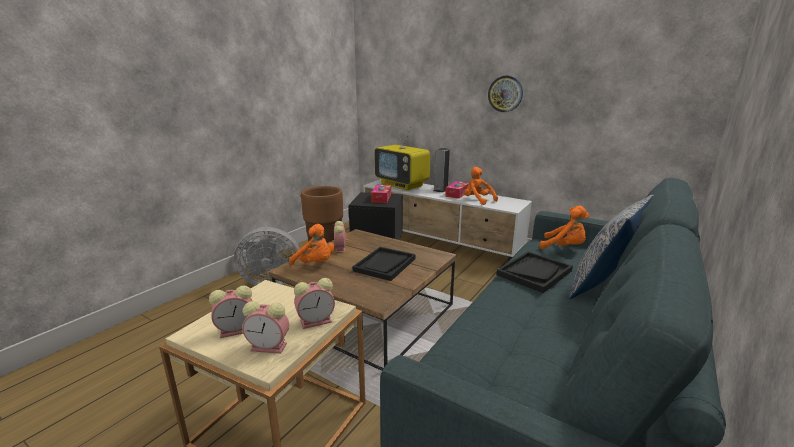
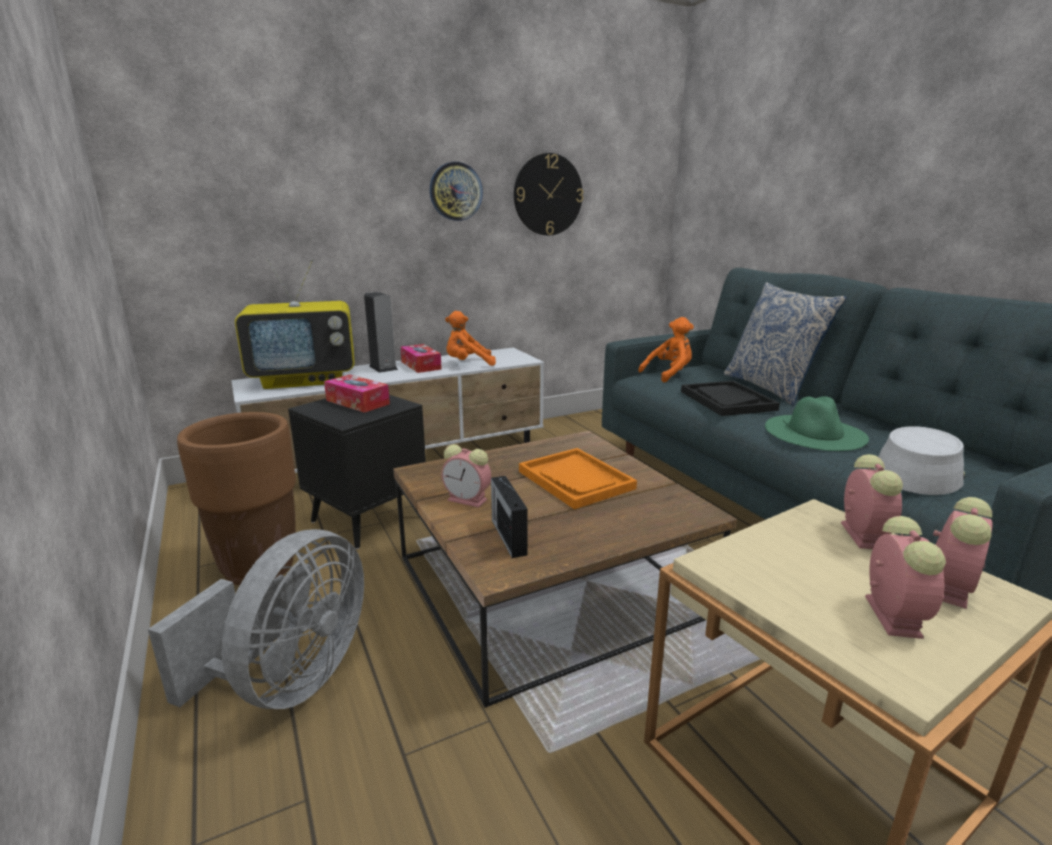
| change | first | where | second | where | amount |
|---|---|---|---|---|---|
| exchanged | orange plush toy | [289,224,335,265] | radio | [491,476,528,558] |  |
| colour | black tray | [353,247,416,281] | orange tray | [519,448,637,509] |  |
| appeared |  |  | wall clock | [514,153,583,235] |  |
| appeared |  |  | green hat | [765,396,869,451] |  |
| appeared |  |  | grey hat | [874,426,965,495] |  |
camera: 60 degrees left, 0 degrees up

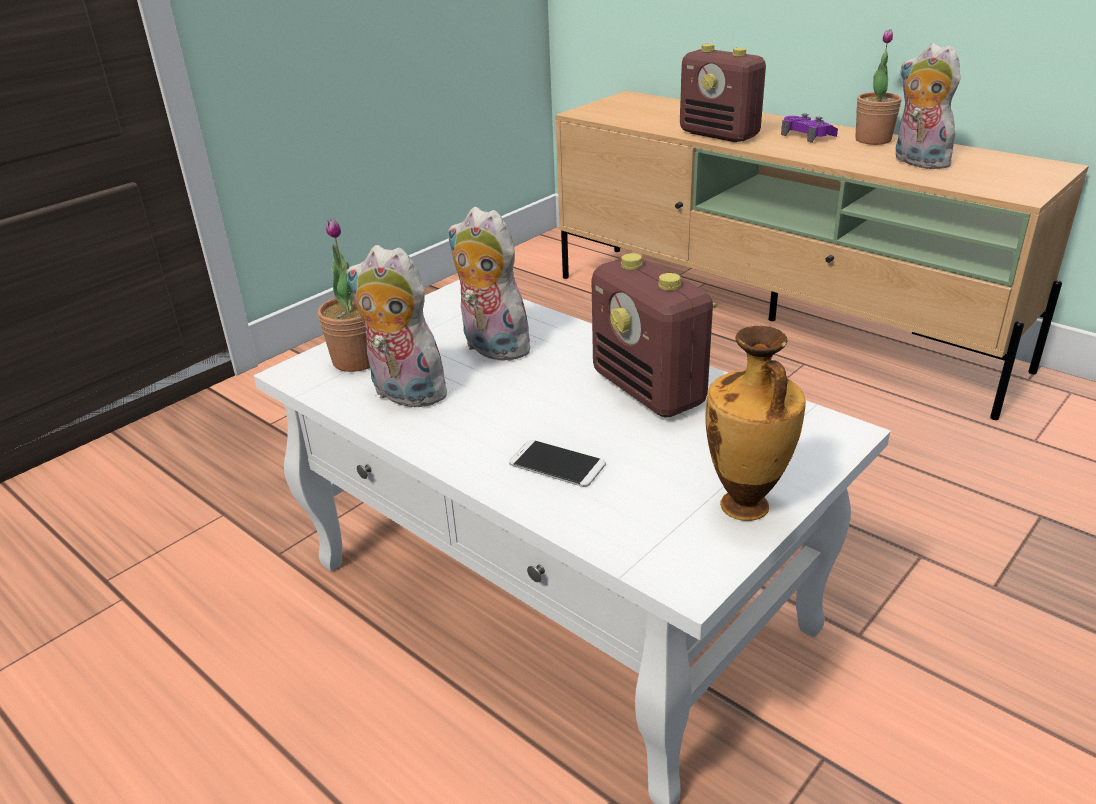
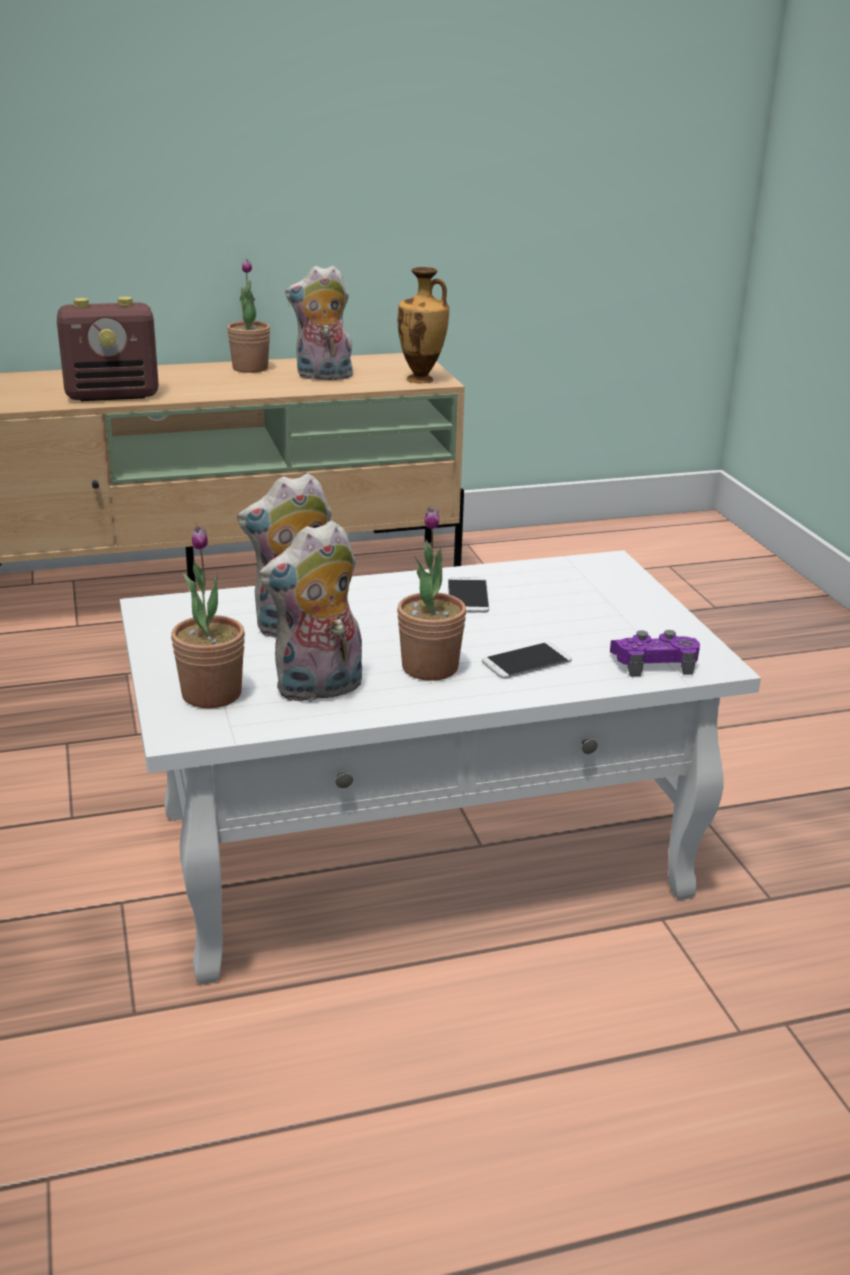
| change | first | where | second | where | amount |
|---|---|---|---|---|---|
| relocated | purple game controller | [781,113,838,143] |  | [610,630,700,677] |  |
| exchanged | radio | [591,253,717,418] | phone | [448,577,489,613] |  |
| relocated | vase | [705,326,806,521] |  | [398,267,449,383] |  |
| appeared |  |  | potted plant | [397,507,466,681] |  |
camera: 60 degrees left, 5 degrees down

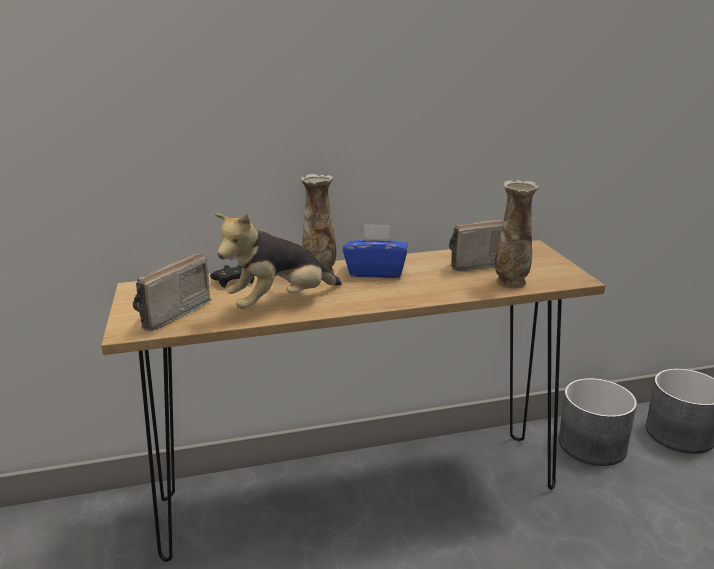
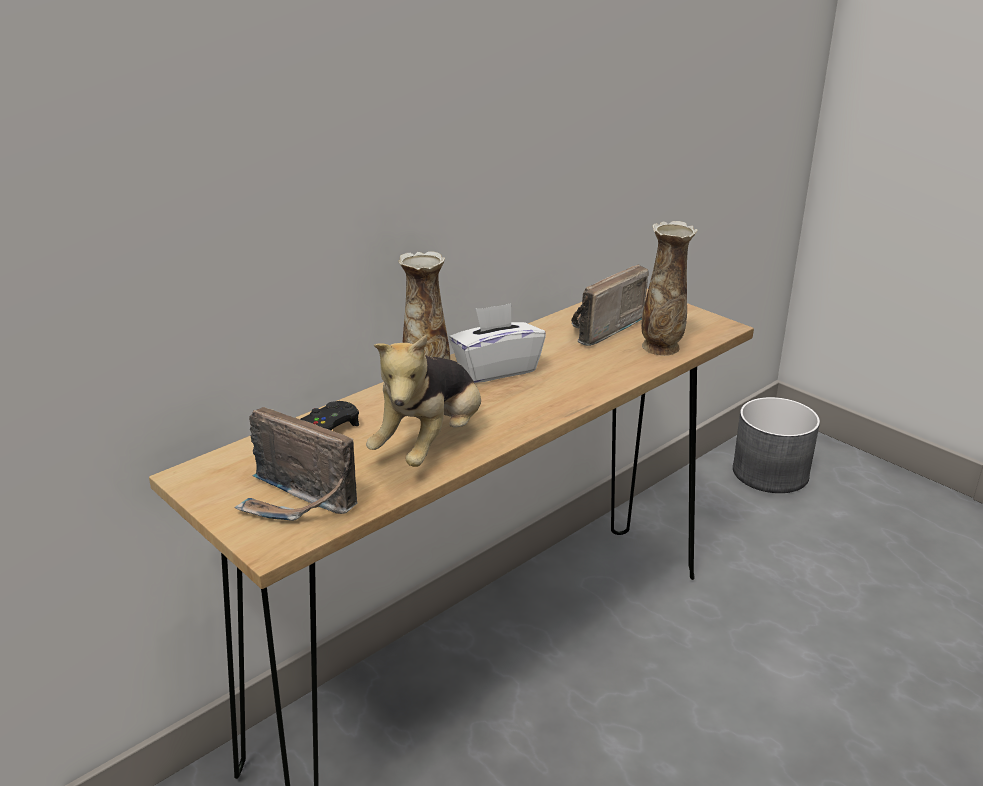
| change | first | where | second | where | amount |
|---|---|---|---|---|---|
| colour | blue tissue box | [343,224,408,278] | white tissue box | [449,303,546,383] |  |
| spun | radio | [133,253,212,331] |  | [234,407,358,521] | 60 degrees counterclockwise |
| missing | grey planter | [558,378,637,466] |  |  |  |
camera: 30 degrees left, 5 degrees up

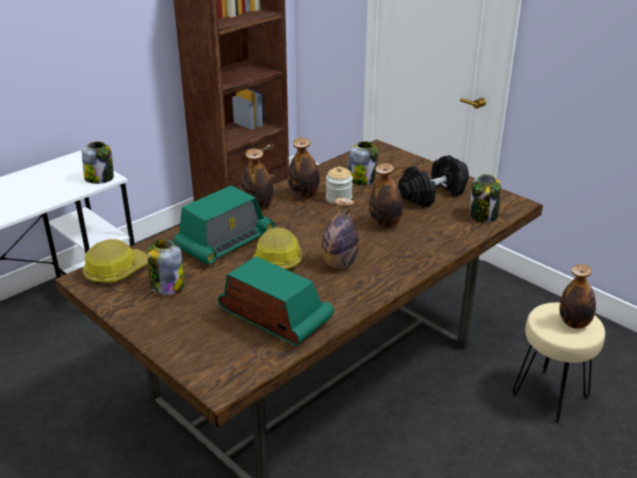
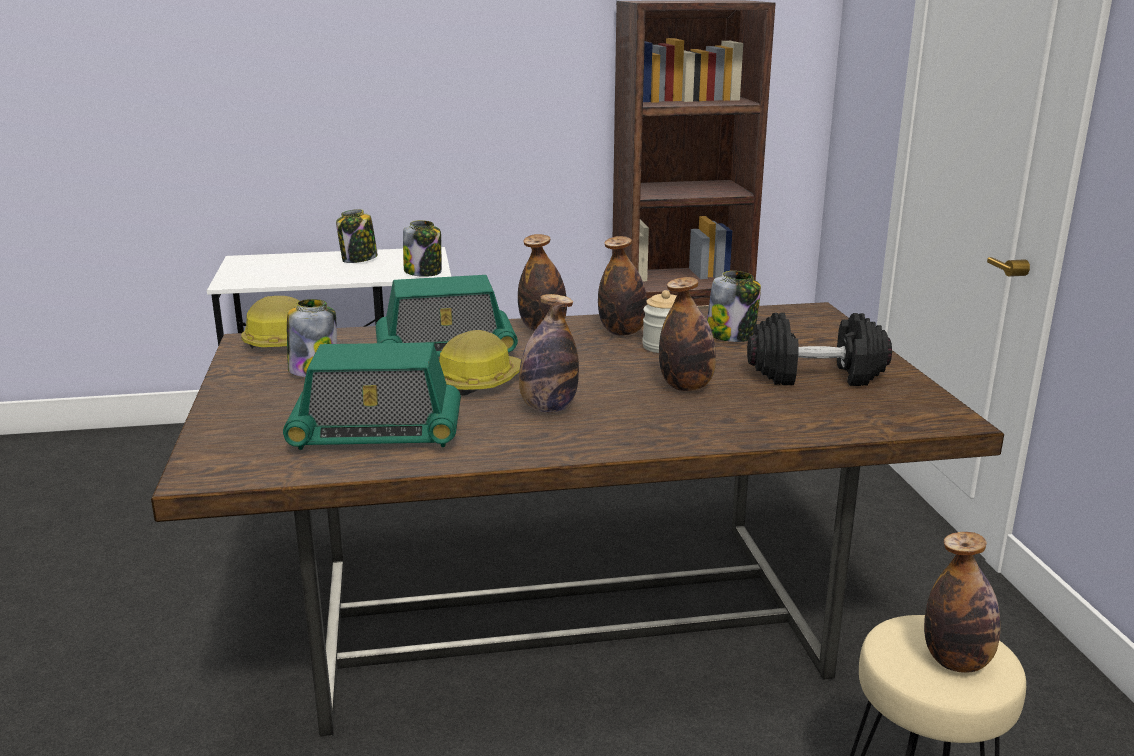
| change | first | where | second | where | amount |
|---|---|---|---|---|---|
| relocated | jar | [470,174,501,223] |  | [336,209,378,263] |  |
| spun | radio | [218,256,334,347] |  | [283,343,461,450] | 105 degrees clockwise |
camera: 35 degrees right, 10 degrees down

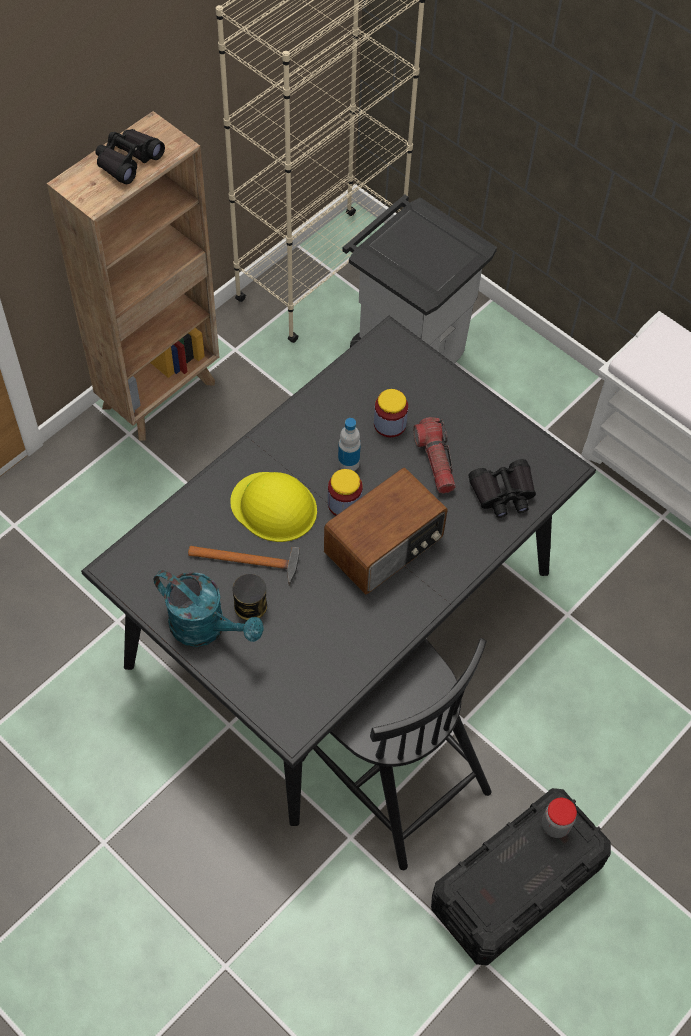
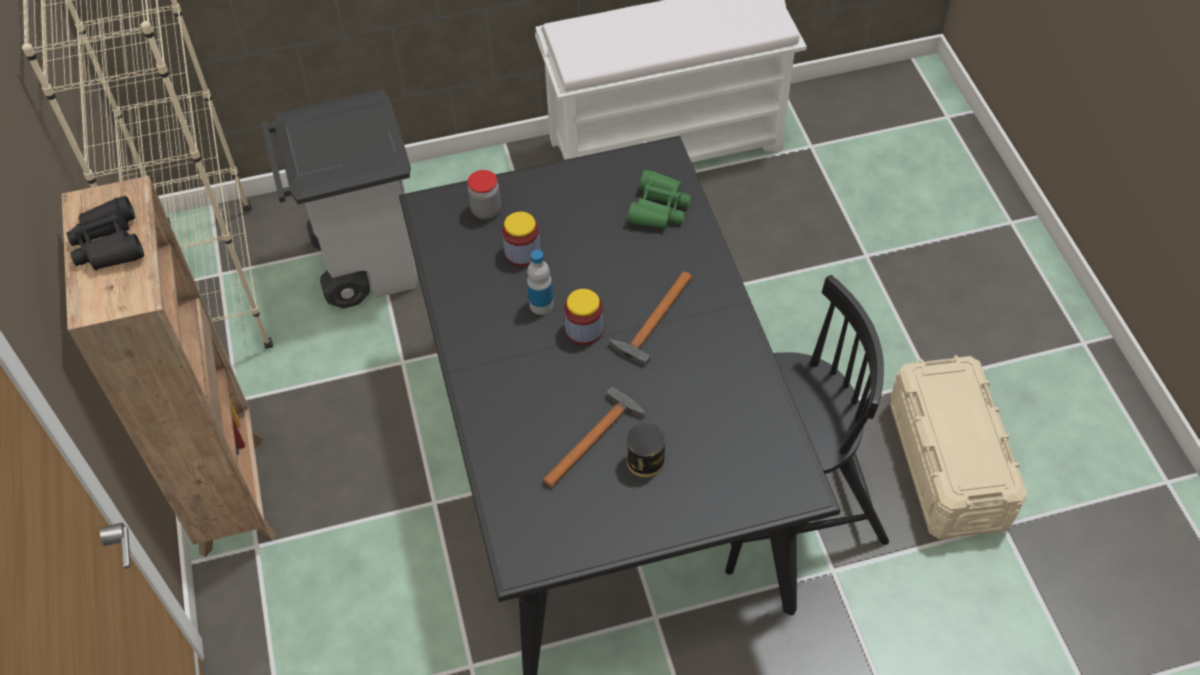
| change | first | where | second | where | amount |
|---|---|---|---|---|---|
| missing | flashlight | [413,417,456,494] |  |  |  |
| colour | black binoculars | [469,459,536,518] | green binoculars | [627,170,691,229] |  |
| exchanged | radio | [324,467,448,595] | hammer | [610,272,692,366] |  |
| missing | yellow hard hat | [230,472,317,542] |  |  |  |
| missing | turquoise watering can | [153,570,264,647] |  |  |  |
| colour | black storage box | [431,788,611,966] | beige storage box | [890,355,1027,539] |  |
| relocated | jar | [542,798,577,838] |  | [468,170,501,219] |  |
camera: 55 degrees left, 5 degrees down

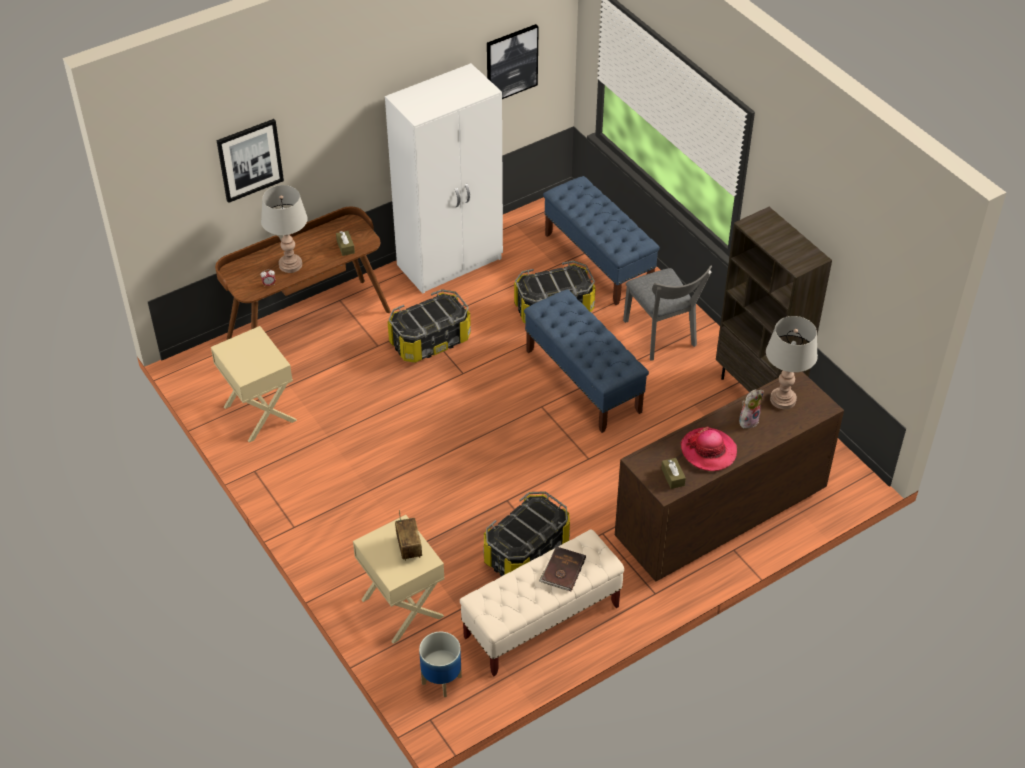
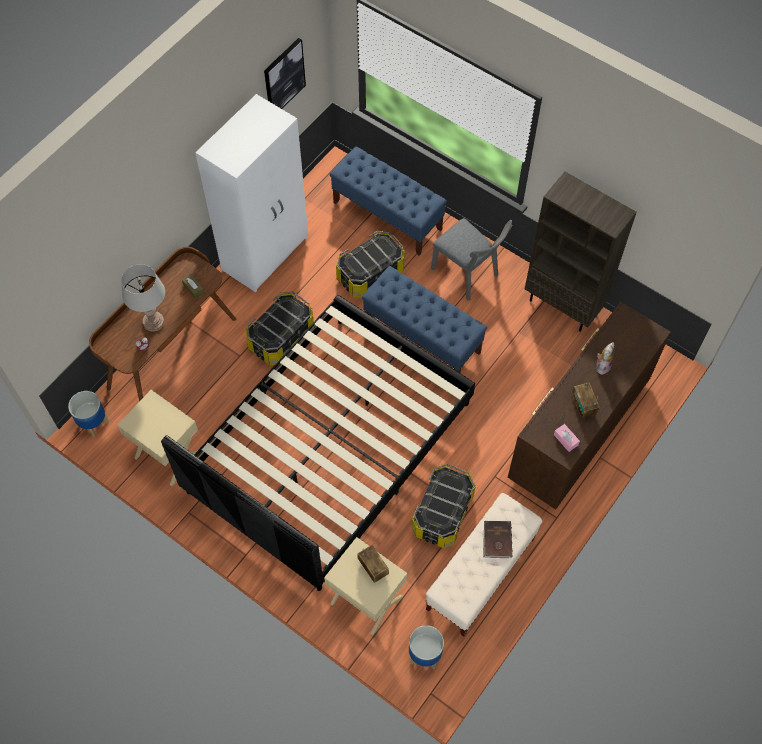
| change | first | where | second | where | amount |
|---|---|---|---|---|---|
| missing | picture | [216,119,284,203] |  |  |  |
| missing | grey table lamp | [766,316,818,409] |  |  |  |
| exchanged | hat | [681,427,737,471] | radio | [571,382,600,418] |  |
| colour | brown tissue box | [661,458,686,489] | pink tissue box | [554,424,580,452] |  |
| appeared |  |  | black bed | [161,295,475,591] |  |
| appeared |  |  | planter | [68,391,109,437] |  |
camera: 20 degrees left, 15 degrees up

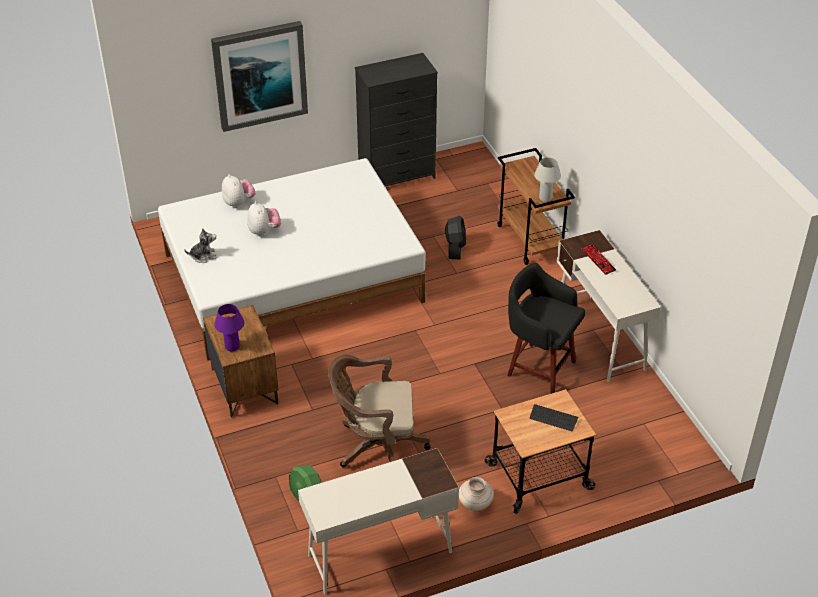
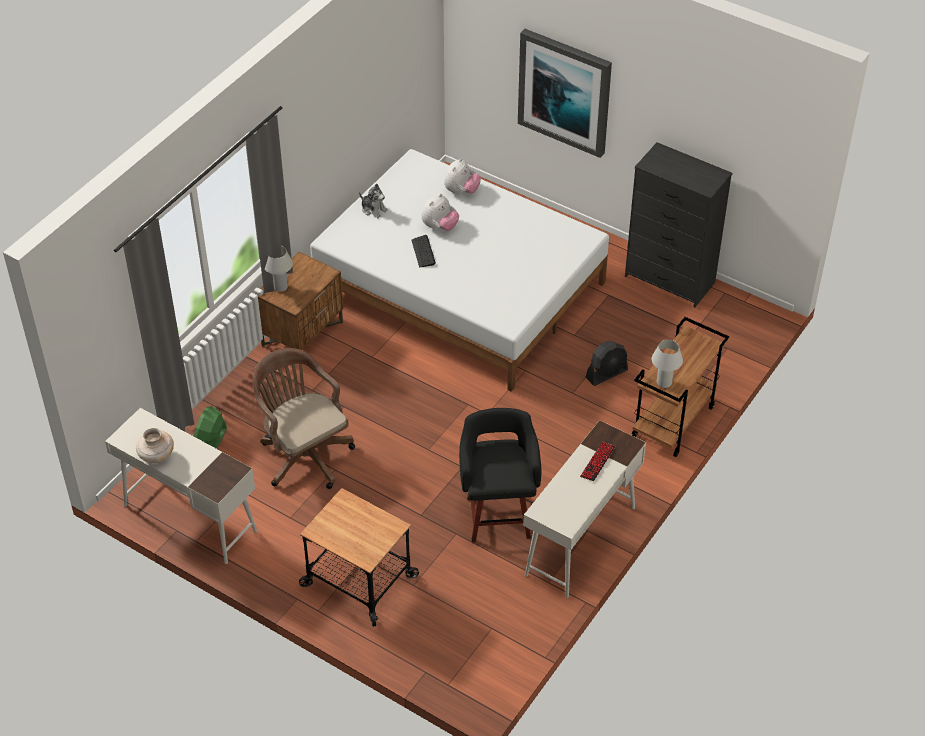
| change | first | where | second | where | amount |
|---|---|---|---|---|---|
| colour | purple table lamp | [214,304,245,352] | white table lamp | [265,245,293,292] |  |
| relocated | keyboard | [530,404,579,431] |  | [411,235,436,267] |  |
| relocated | beige vase | [459,477,494,511] |  | [136,428,174,463] |  |
camera: 55 degrees right, 5 degrees up

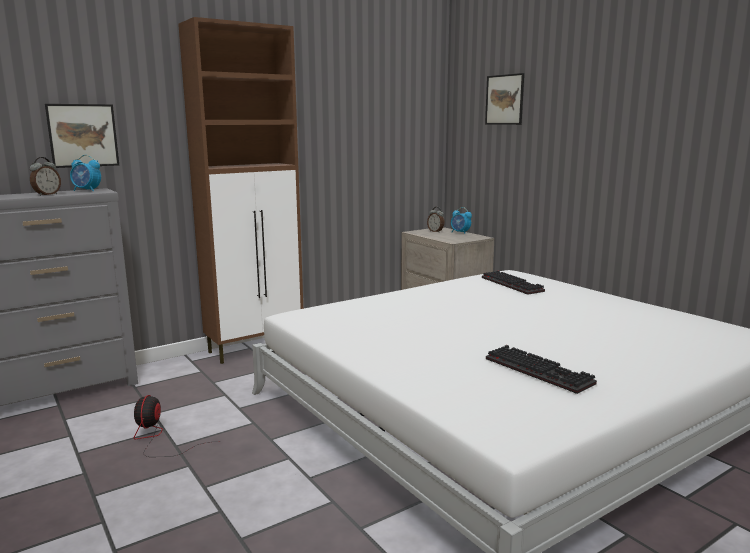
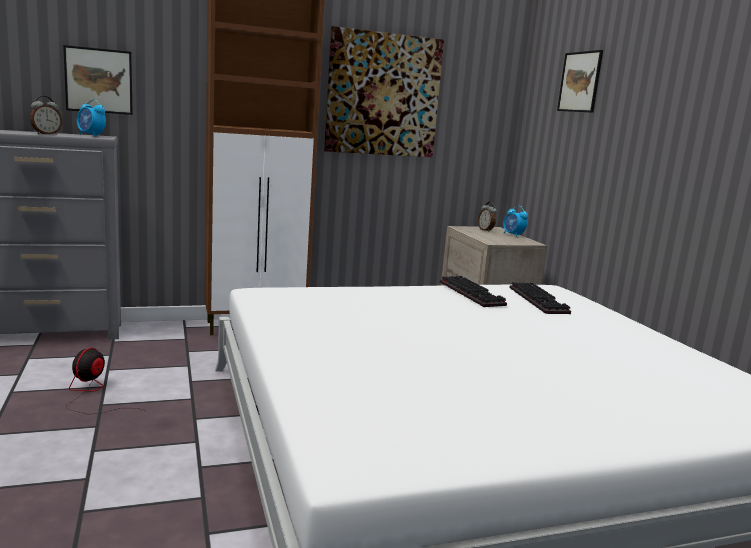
| change | first | where | second | where | amount |
|---|---|---|---|---|---|
| relocated | keyboard | [486,345,597,394] |  | [440,276,507,307] |  |
| appeared |  |  | picture | [324,26,444,157] |  |
camera: 15 degrees right, 0 degrees up

